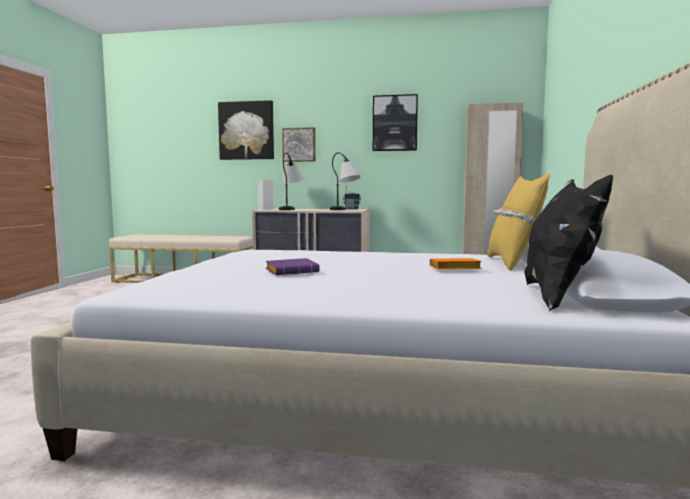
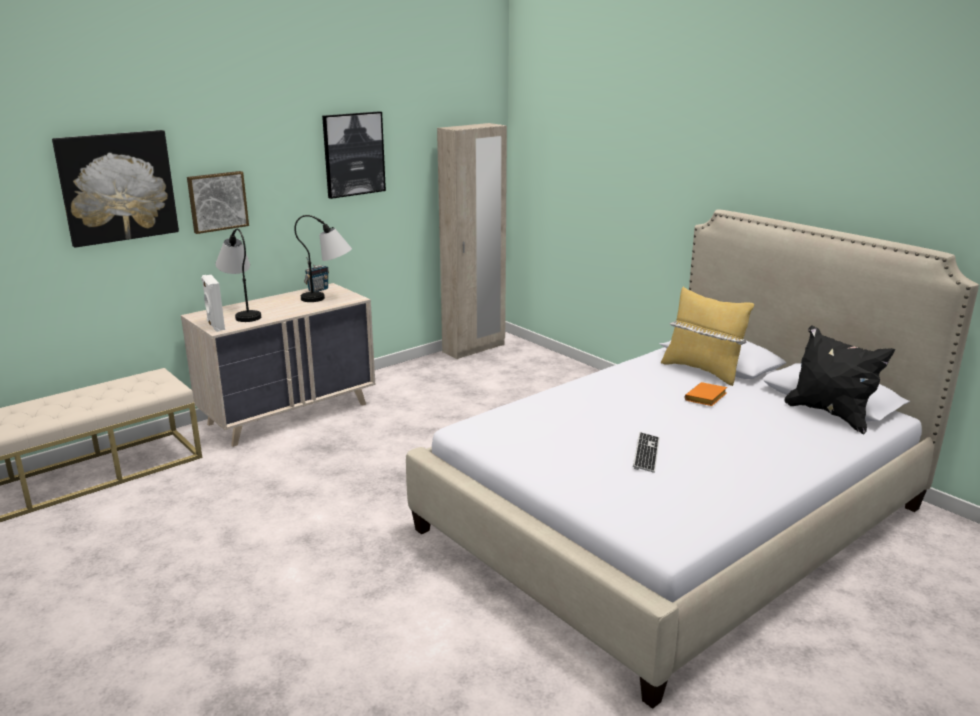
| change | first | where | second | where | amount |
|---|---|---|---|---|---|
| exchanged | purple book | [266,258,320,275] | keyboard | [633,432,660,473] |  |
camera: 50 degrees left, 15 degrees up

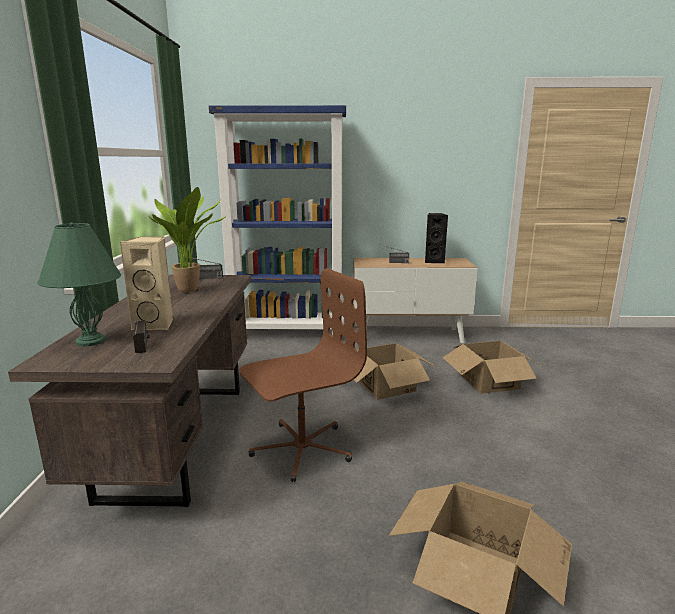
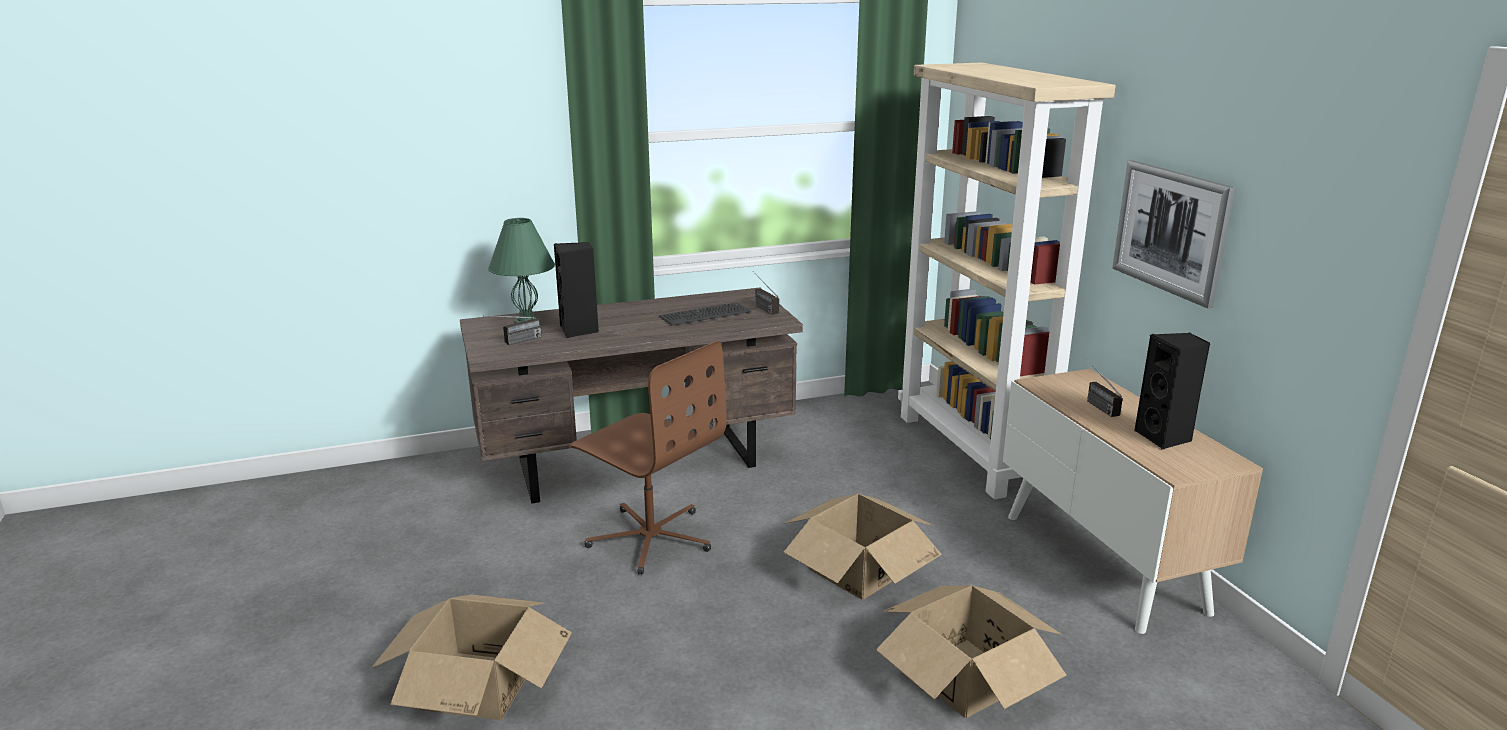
| change | first | where | second | where | amount |
|---|---|---|---|---|---|
| colour | blue bookcase | [209,105,346,336] | beige bookcase | [898,62,1116,499] |  |
| exchanged | potted plant | [149,187,226,292] | keyboard | [659,302,751,326] |  |
| colour | beige speaker | [120,236,173,330] | black speaker | [554,242,599,338] |  |
| appeared |  |  | picture | [1112,160,1235,308] |  |
camera: 70 degrees right, 5 degrees up

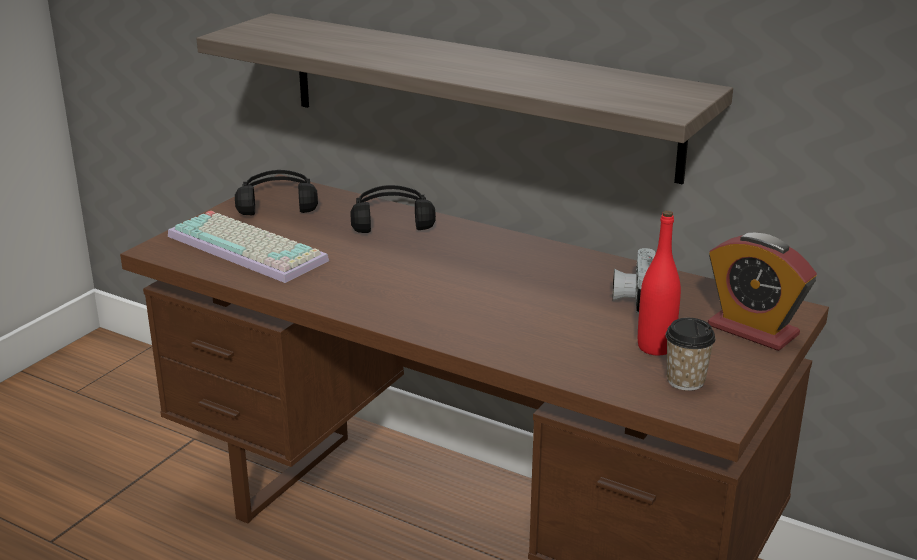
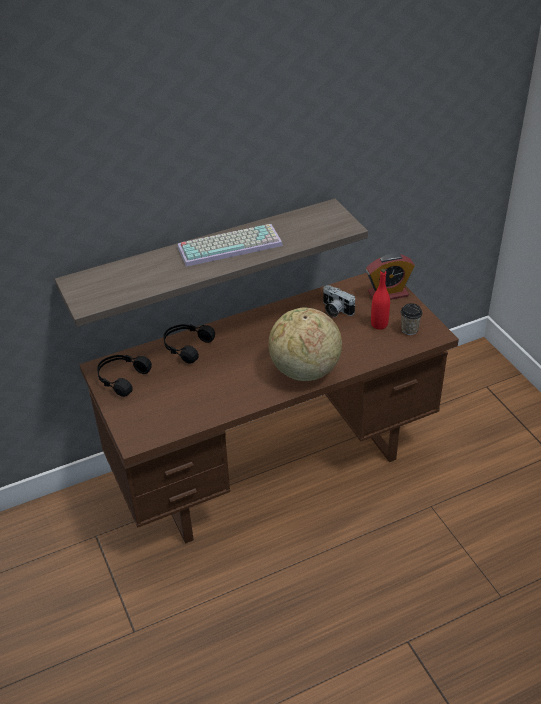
| change | first | where | second | where | amount |
|---|---|---|---|---|---|
| relocated | keyboard | [168,211,329,283] |  | [177,224,283,267] |  |
| appeared |  |  | globe | [268,307,342,381] |  |
camera: 55 degrees left, 15 degrees up

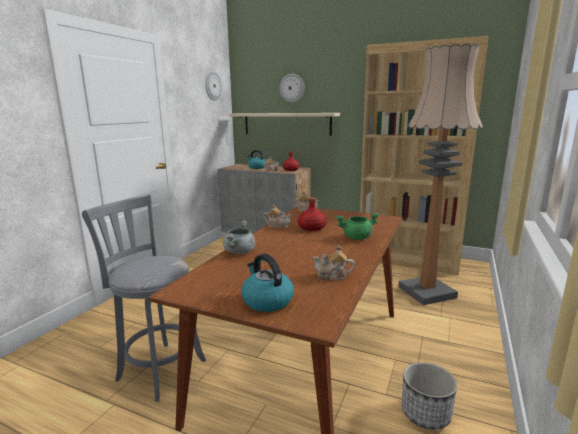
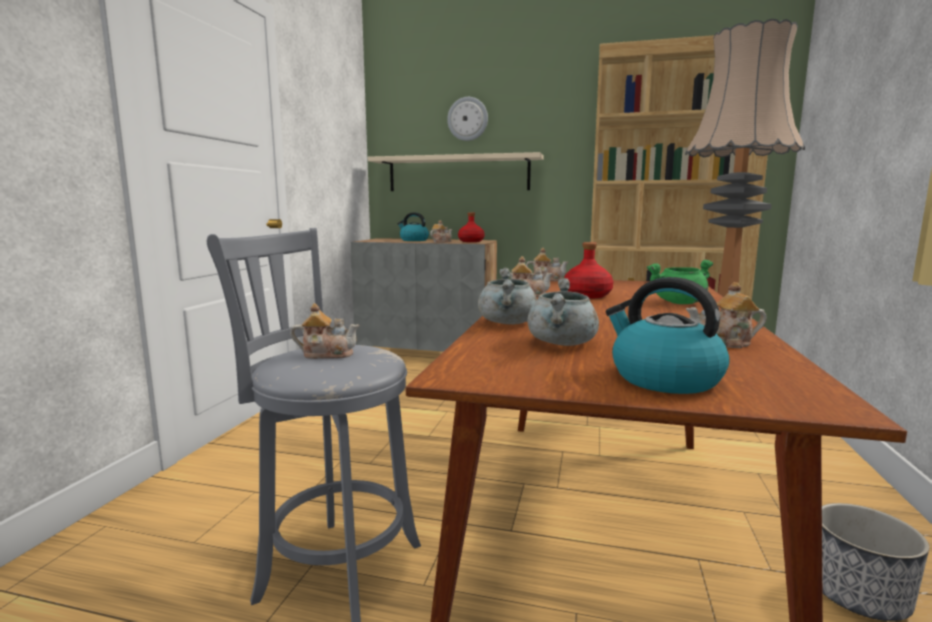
| change | first | where | second | where | amount |
|---|---|---|---|---|---|
| missing | wall clock | [205,71,222,101] |  |  |  |
| appeared |  |  | grey cooking pot | [527,278,599,346] |  |
| appeared |  |  | teapot | [290,303,359,359] |  |
camera: 10 degrees left, 5 degrees down

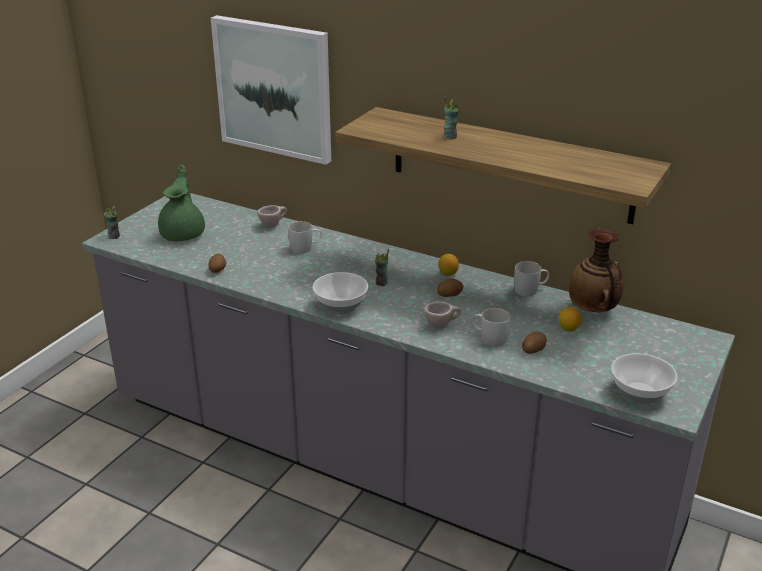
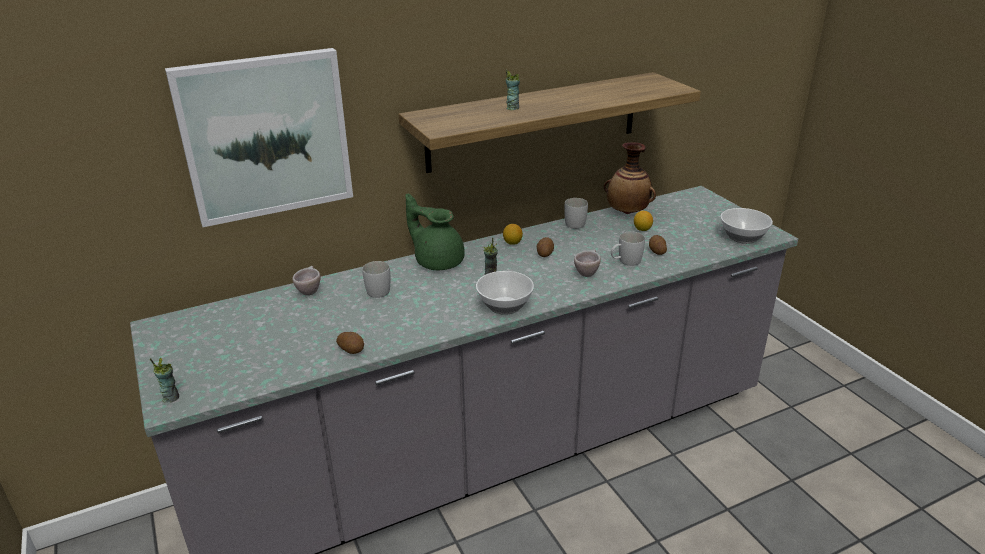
| change | first | where | second | where | amount |
|---|---|---|---|---|---|
| relocated | green teapot | [158,164,205,242] |  | [405,194,465,270] |  |
camera: 55 degrees left, 0 degrees up

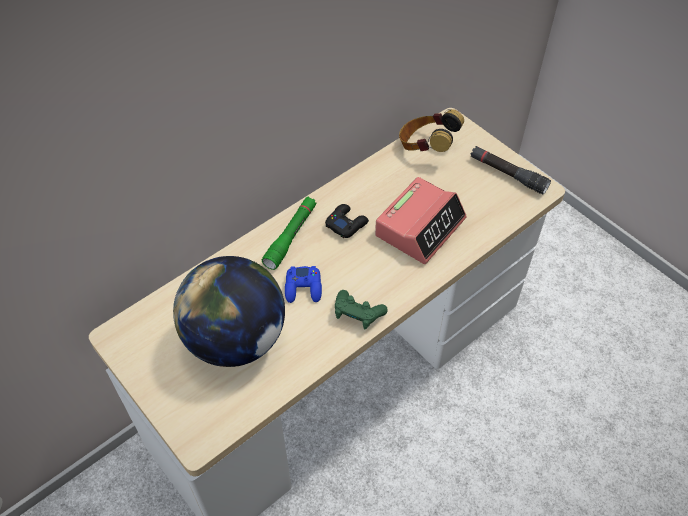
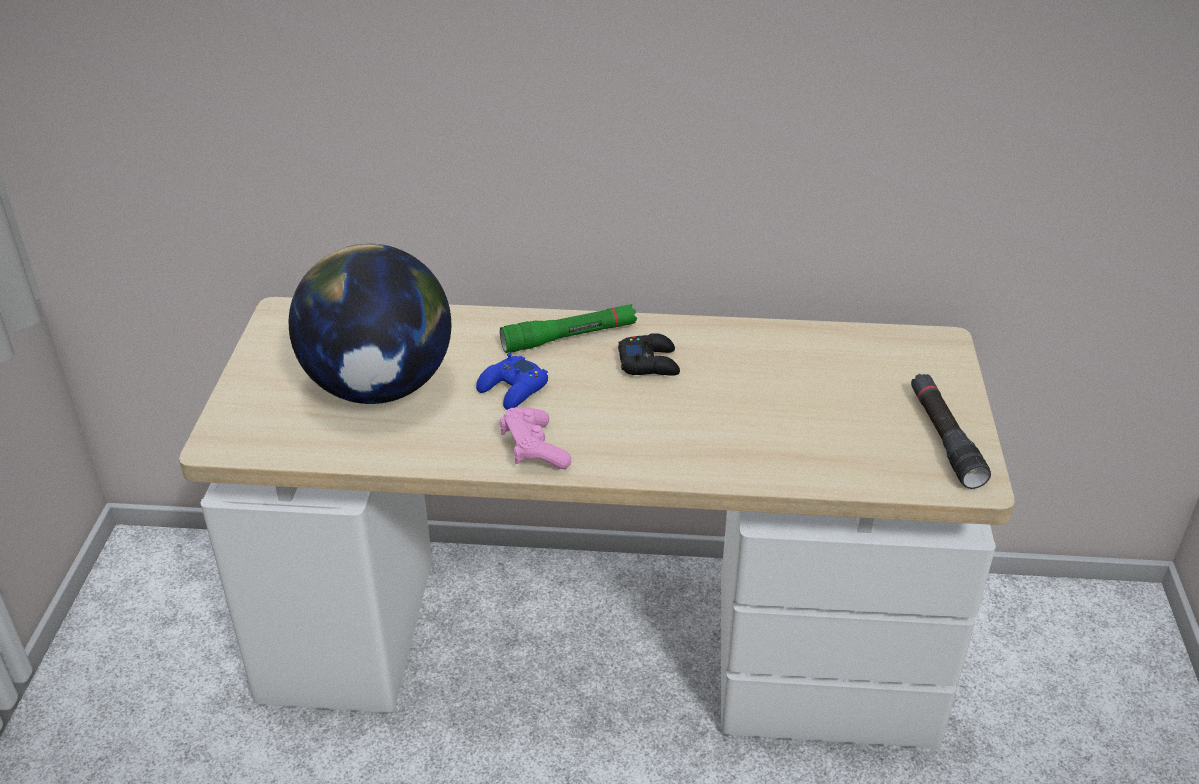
| change | first | where | second | where | amount |
|---|---|---|---|---|---|
| missing | headphones | [399,109,464,152] |  |  |  |
| missing | alarm clock | [375,177,467,264] |  |  |  |
| colour | green game controller | [335,290,388,330] | pink game controller | [499,408,571,469] |  |
camera: 45 degrees right, 15 degrees down

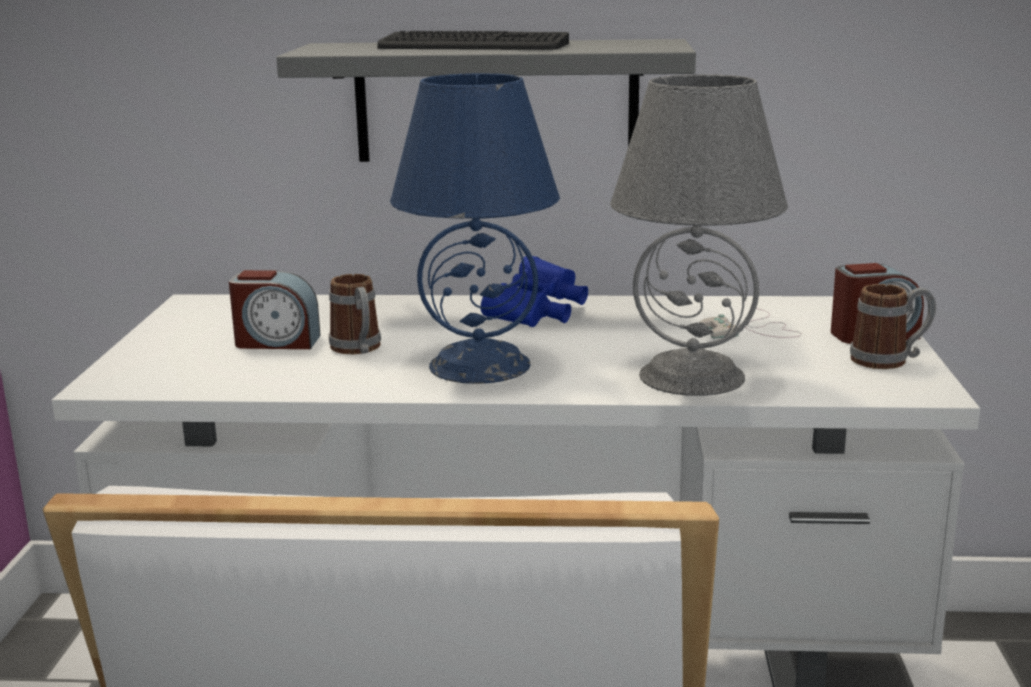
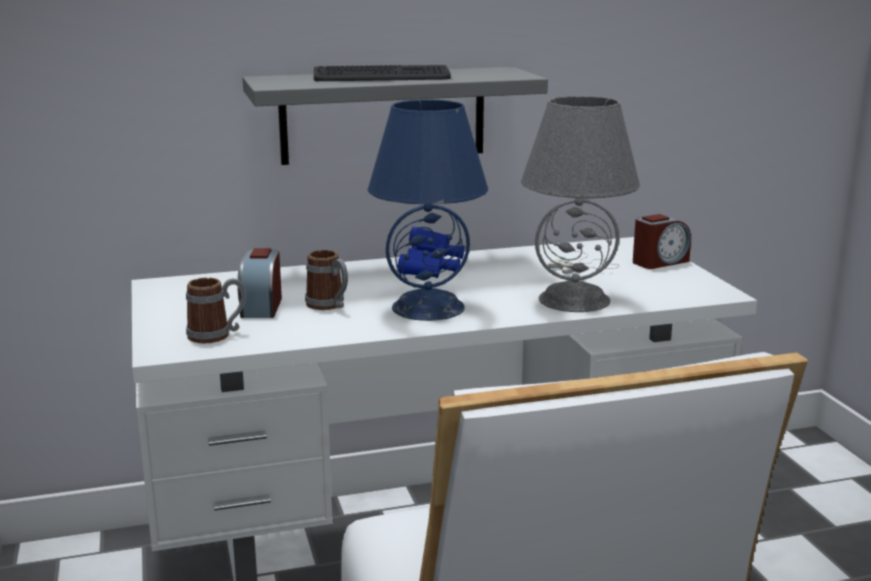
| change | first | where | second | where | amount |
|---|---|---|---|---|---|
| spun | alarm clock | [229,270,321,349] |  | [237,248,282,318] | 105 degrees clockwise |
| relocated | mug | [850,284,936,369] |  | [186,278,246,344] |  |
camera: 20 degrees left, 0 degrees up

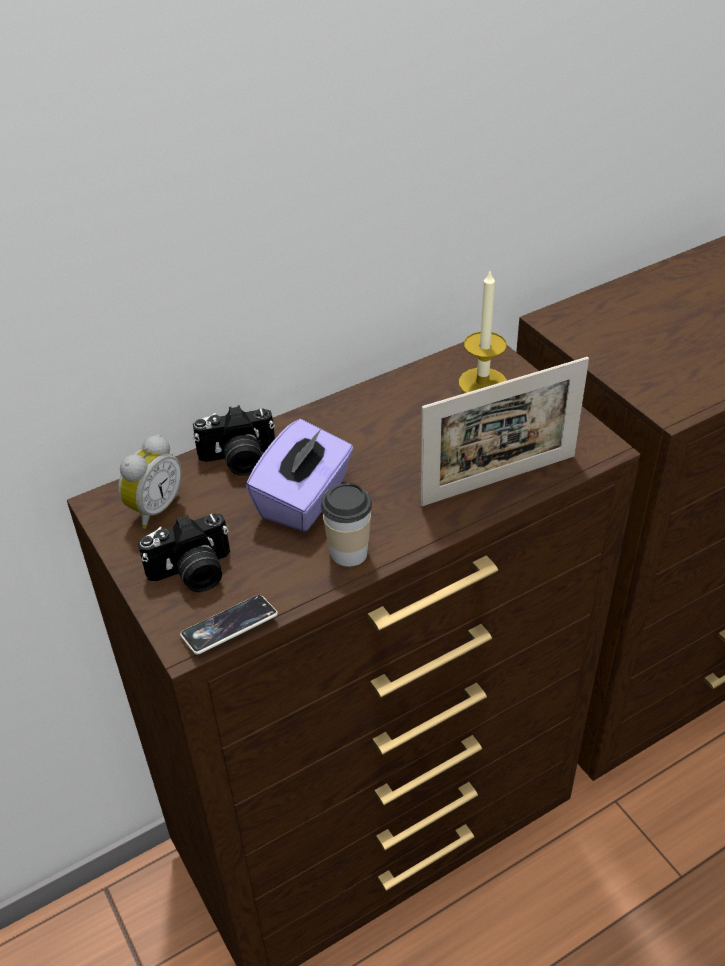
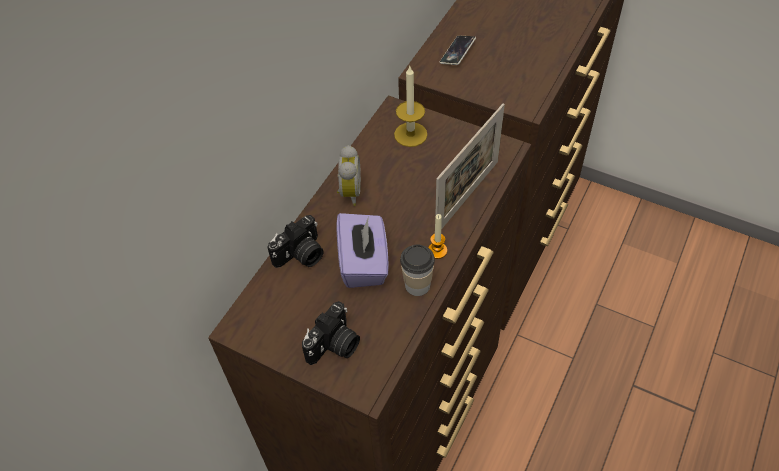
| change | first | where | second | where | amount |
|---|---|---|---|---|---|
| relocated | alarm clock | [118,435,182,529] |  | [337,145,361,206] |  |
| relocated | phone | [180,595,278,655] |  | [440,36,476,65] |  |
| appeared |  |  | candle | [428,214,447,259] |  |
camera: 30 degrees left, 10 degrees up

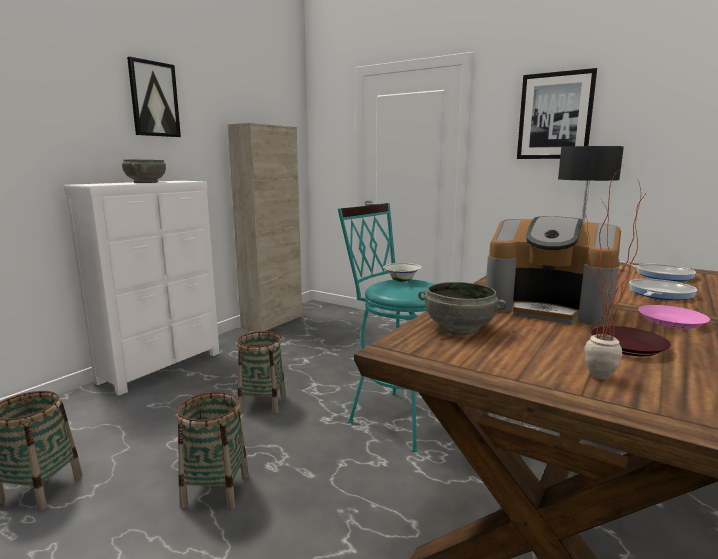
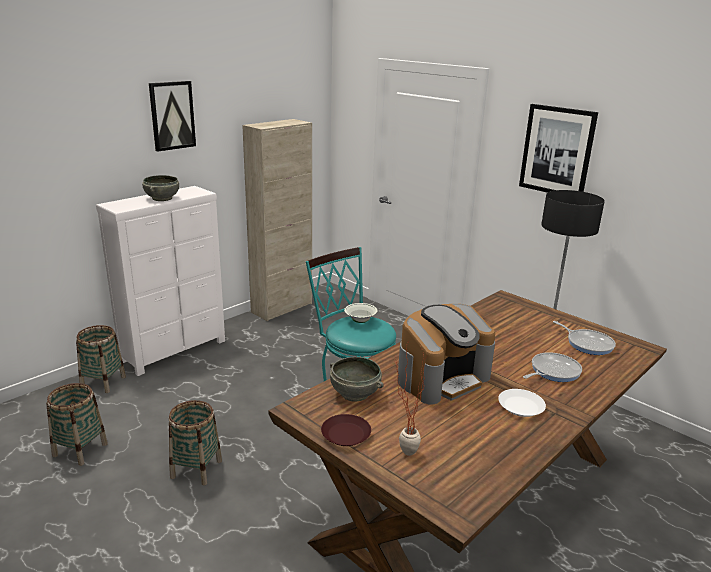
| change | first | where | second | where | amount |
|---|---|---|---|---|---|
| spun | coffee machine | [486,216,621,326] |  | [398,304,495,404] | 75 degrees counterclockwise |
| colour | pink plate | [638,305,710,329] | white plate | [498,389,546,417] |  |
| relocated | brown plate | [591,326,671,356] |  | [321,414,371,446] |  |
| relocated | basket | [237,331,286,414] |  | [76,325,126,393] |  |
camera: 10 degrees right, 10 degrees up

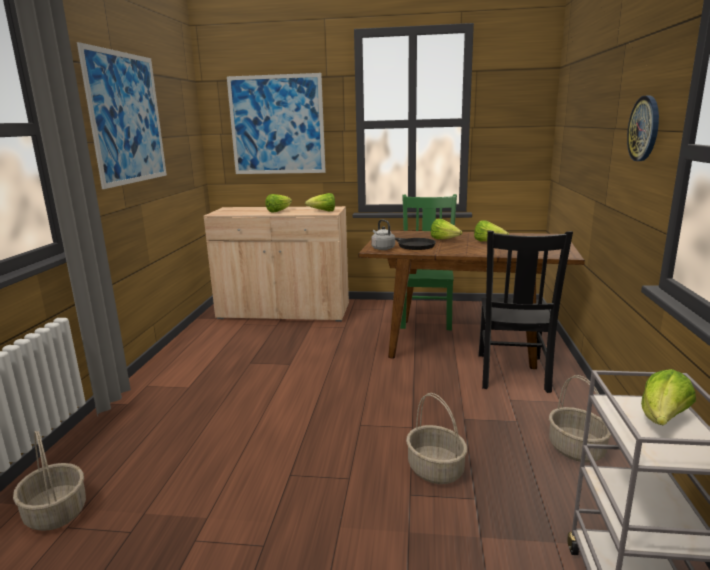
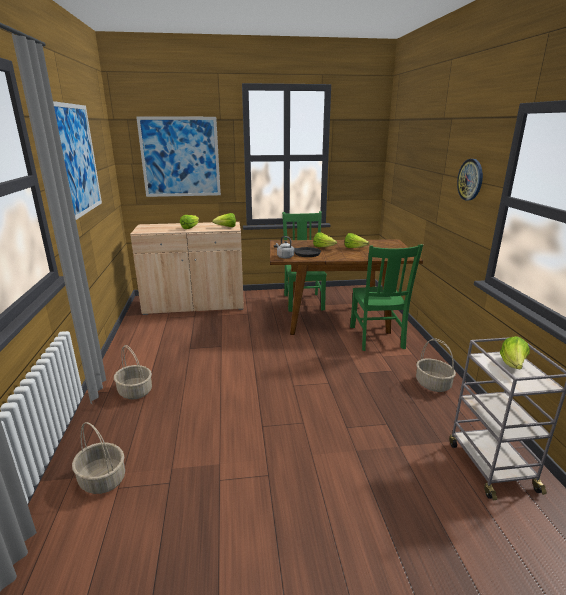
| change | first | where | second | where | amount |
|---|---|---|---|---|---|
| colour | black chair | [478,231,573,393] | green chair | [350,244,423,351] |  |
| relocated | basket | [406,393,467,484] |  | [114,345,152,399] |  |
camera: 15 degrees left, 5 degrees up

